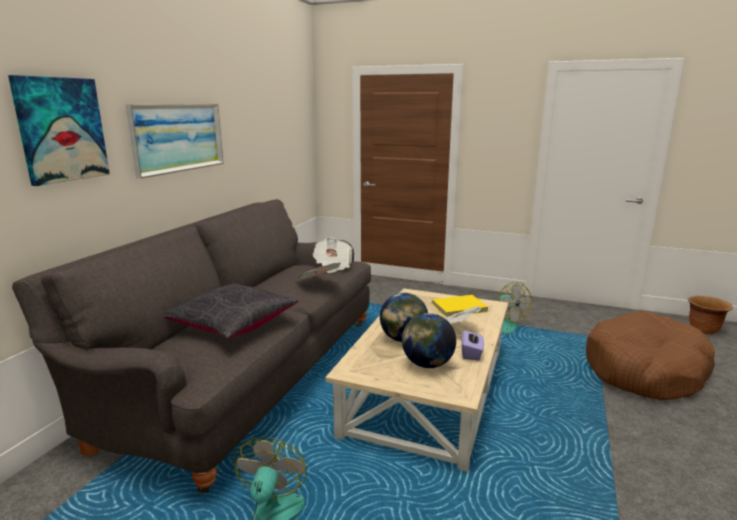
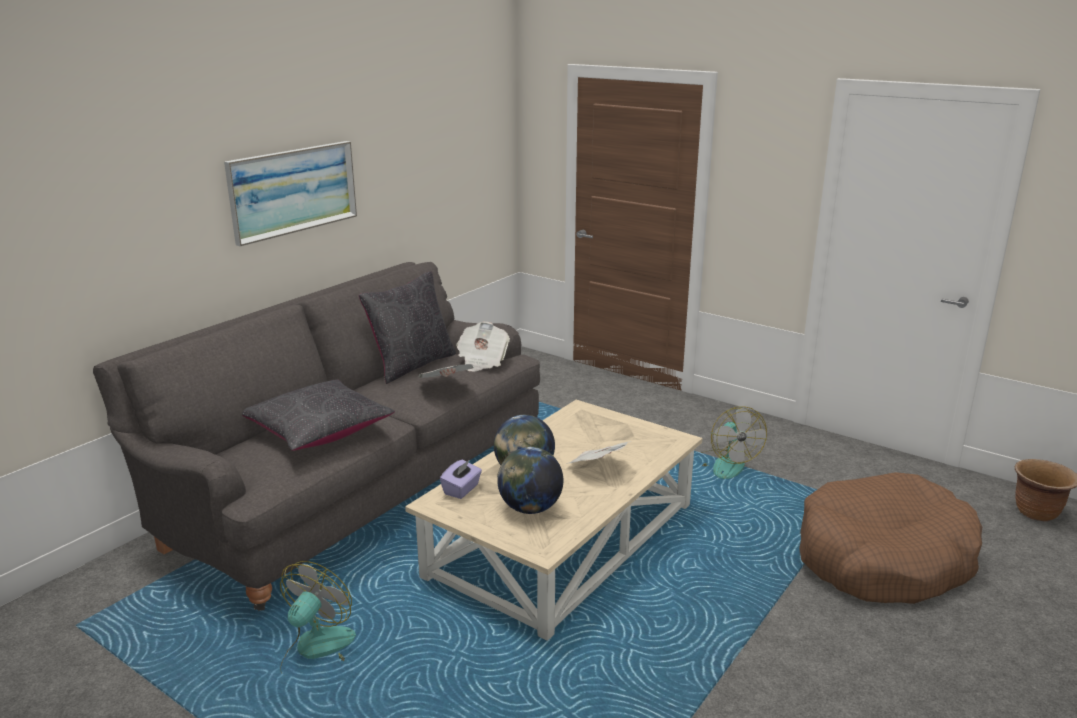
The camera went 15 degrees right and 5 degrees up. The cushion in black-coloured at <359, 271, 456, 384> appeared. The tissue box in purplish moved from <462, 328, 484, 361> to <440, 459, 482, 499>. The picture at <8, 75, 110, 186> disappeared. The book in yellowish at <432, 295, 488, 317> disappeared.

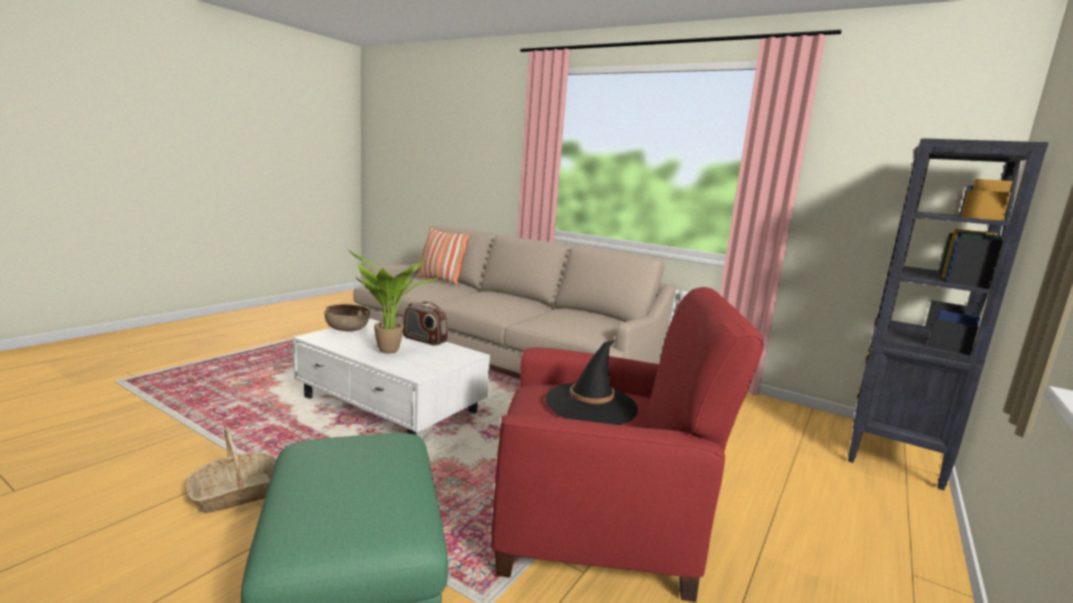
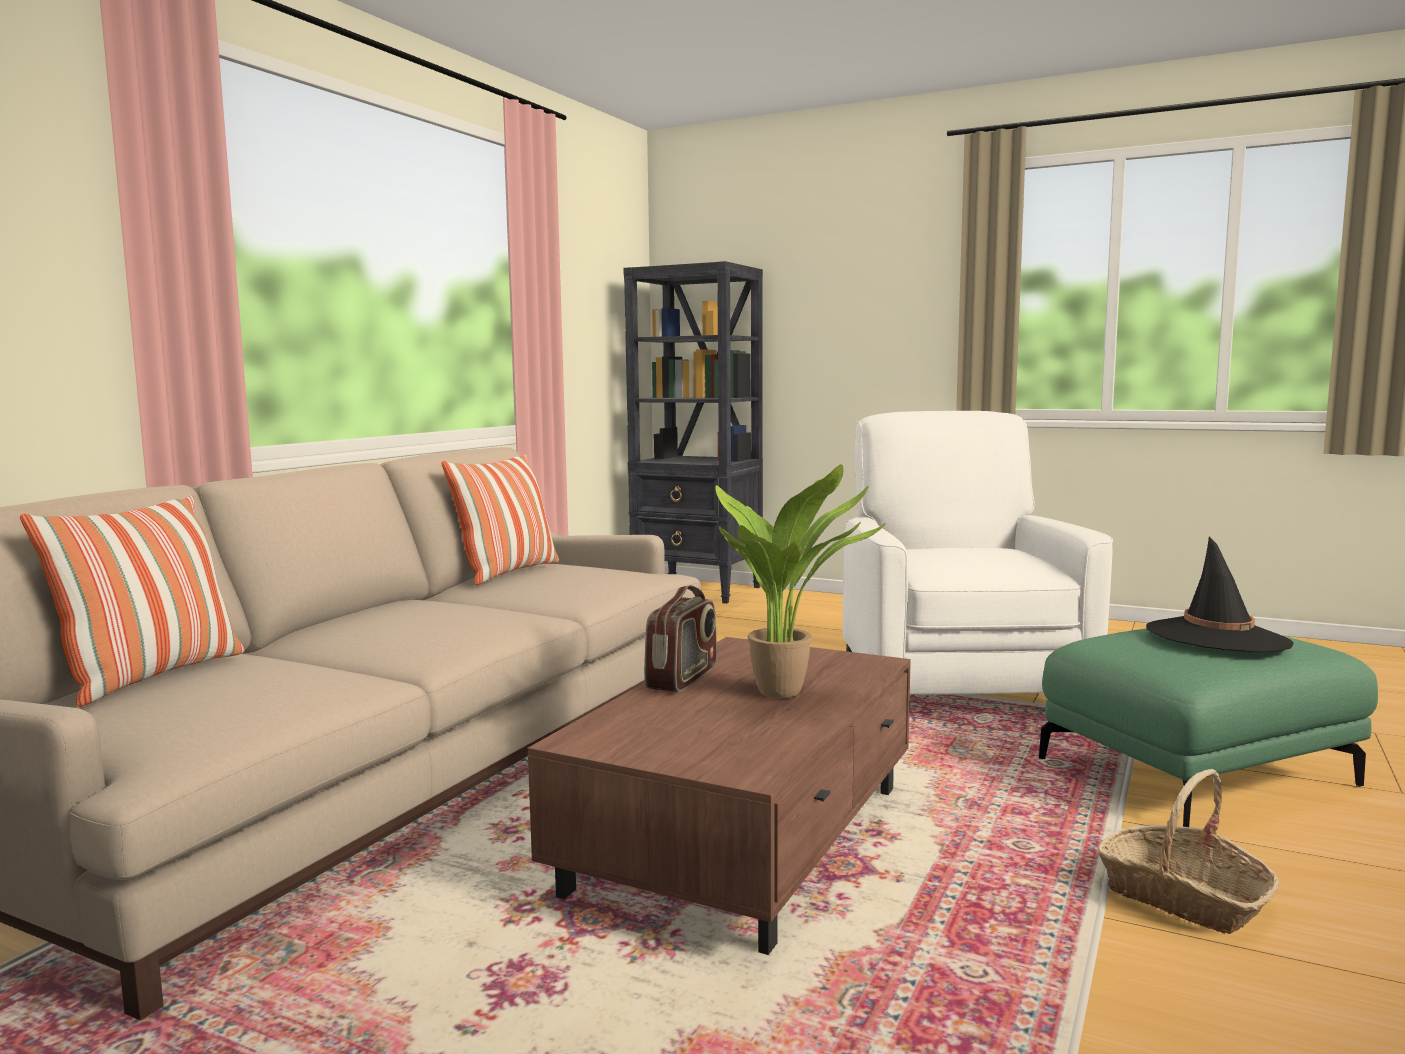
The camera went 95 degrees left and 5 degrees down. The cushion at <441, 454, 559, 585> appeared. The low table in white at <293, 319, 490, 435> became the low table in brown-coloured at <528, 637, 911, 955>. The armchair in red at <491, 287, 763, 602> became the armchair in white at <843, 411, 1113, 695>. The hat in black-coloured moved from <545, 340, 638, 425> to <1146, 536, 1294, 652>. The deep dish in brown-coloured at <324, 304, 370, 331> disappeared.

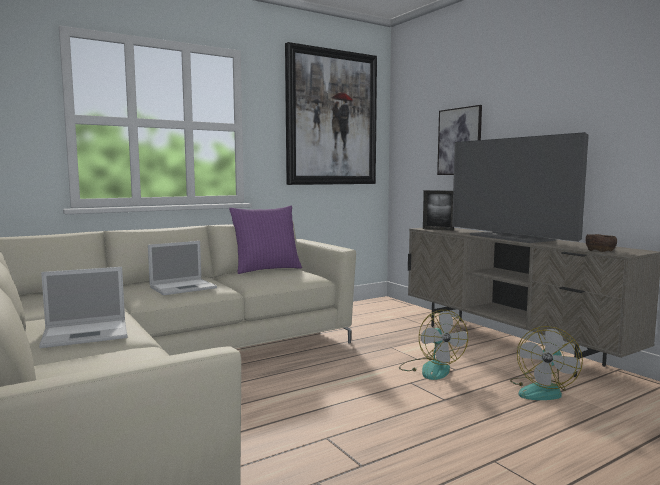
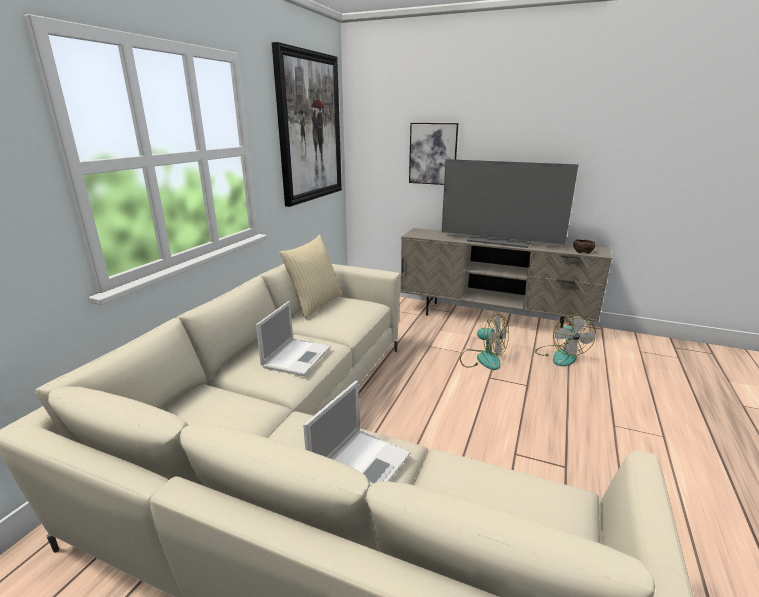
The camera went 35 degrees left and 15 degrees up. The cushion in purplish at <229, 206, 302, 274> became the cushion in sand-coloured at <279, 235, 343, 319>. The photo frame at <423, 190, 454, 231> disappeared.

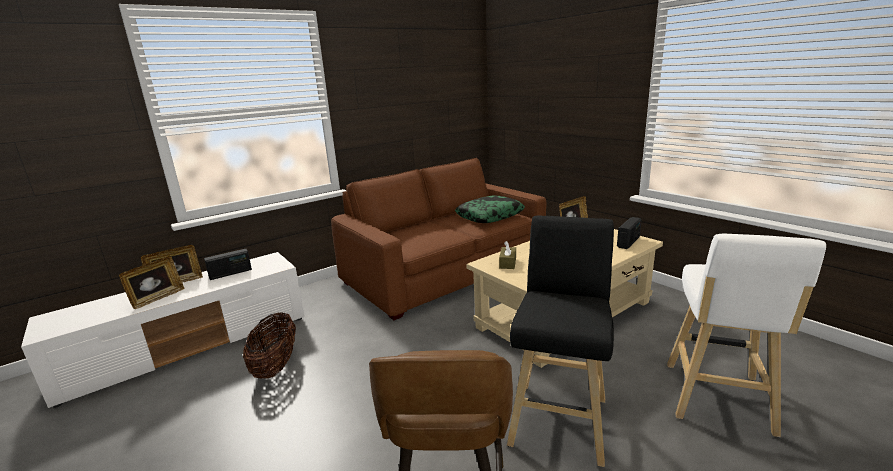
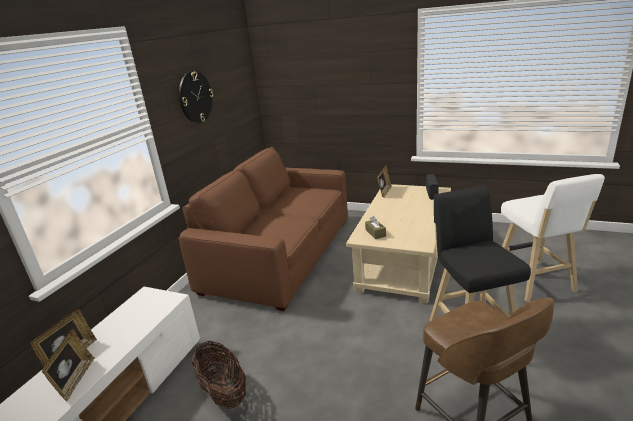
The camera went 30 degrees left and 5 degrees up. The clock on the wall at <179, 71, 213, 123> appeared. The radio receiver at <204, 249, 252, 280> disappeared. The cushion at <455, 195, 525, 223> disappeared.

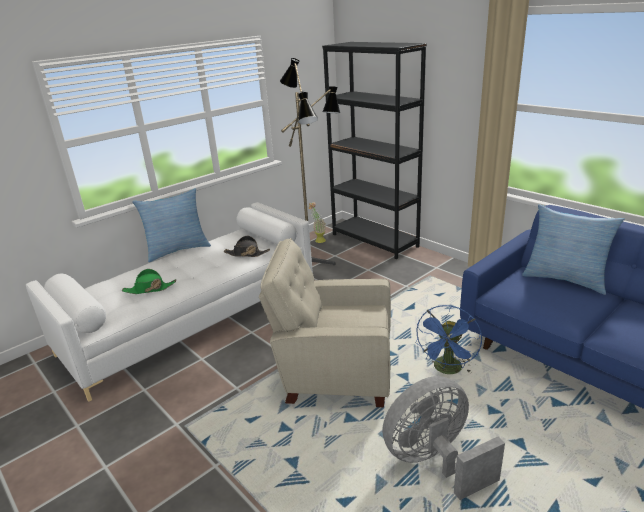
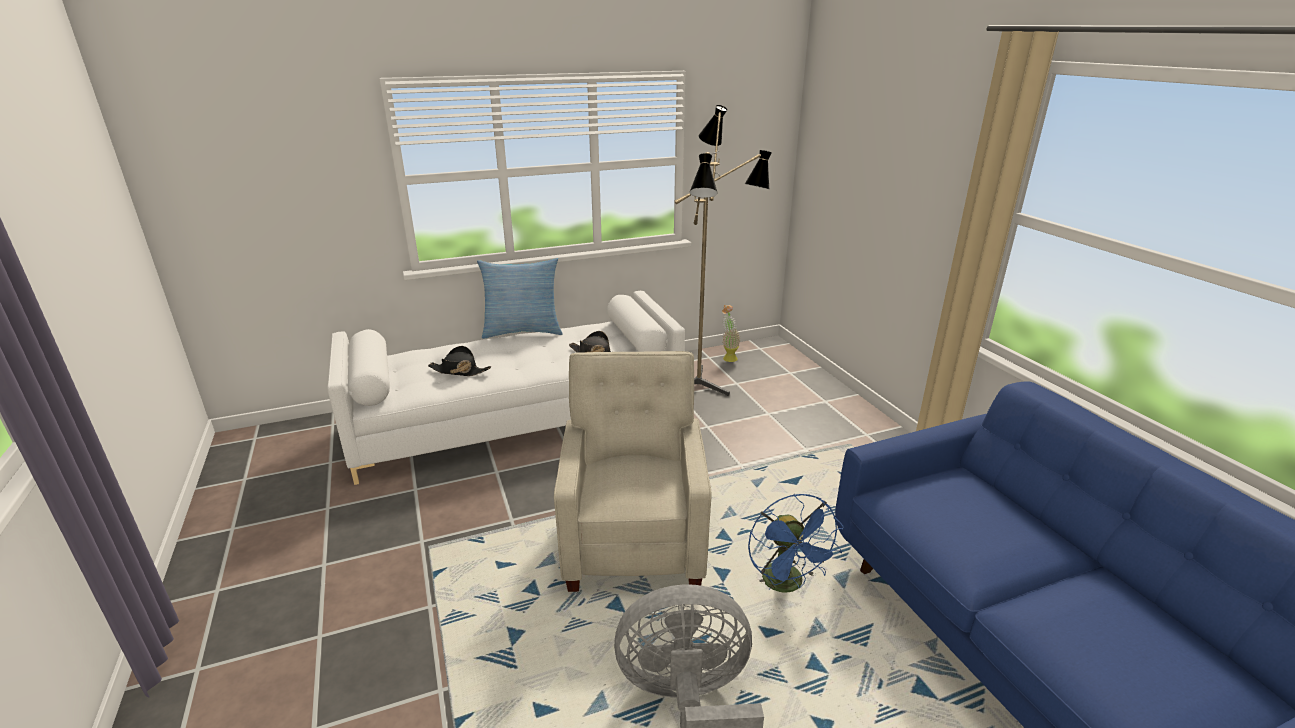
The camera went 20 degrees right and 0 degrees up. The hat in green at <122, 269, 176, 294> became the hat in black-coloured at <428, 346, 491, 376>. The armchair in sand-coloured at <259, 238, 391, 407> turned 60 degrees clockwise. The electric fan in blue-coloured at <415, 305, 482, 374> turned 60 degrees counterclockwise. The bookshelf in black-coloured at <322, 42, 427, 259> disappeared. The cushion at <522, 204, 625, 295> disappeared.

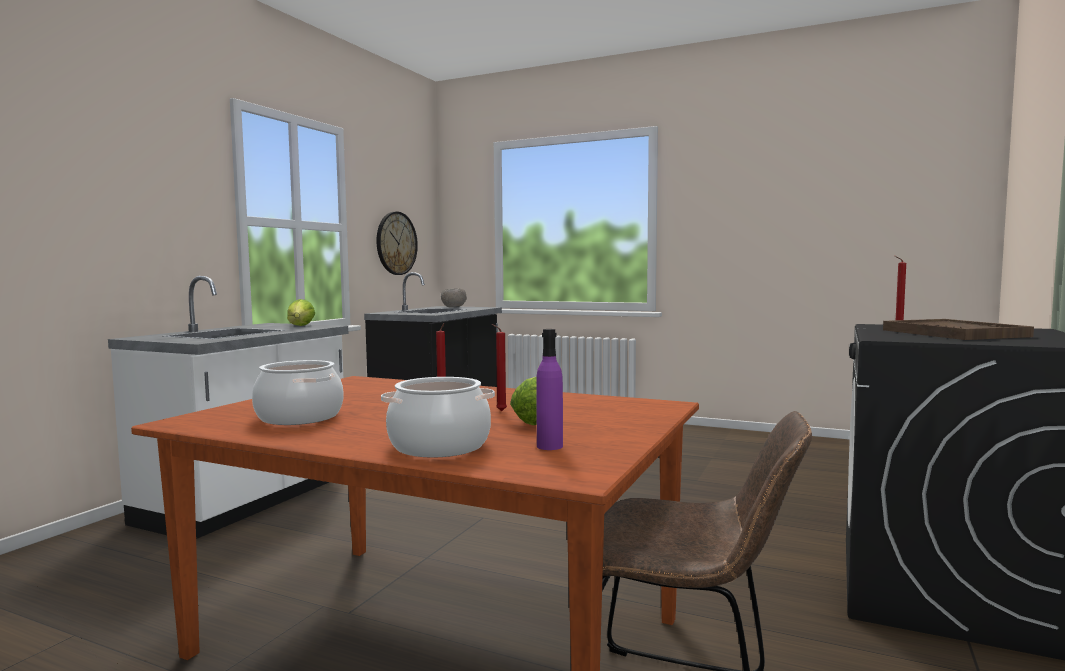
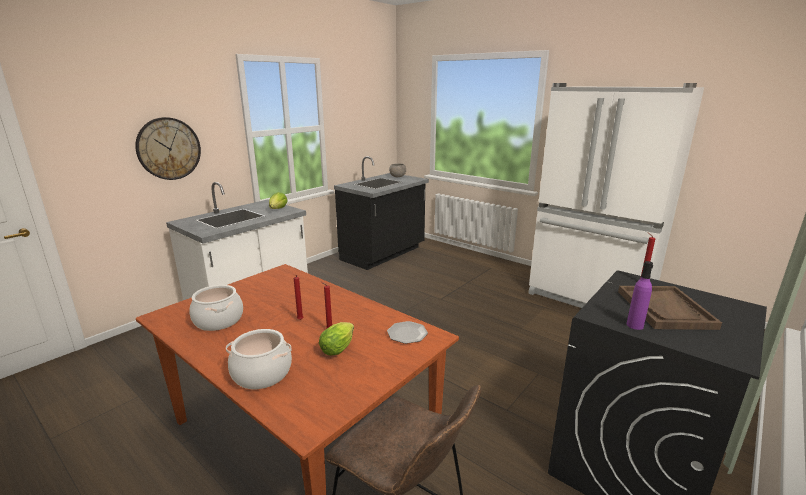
The camera went 15 degrees right and 15 degrees up. The clock on the wall moved from <376, 212, 418, 275> to <135, 117, 201, 180>. The dinner plate at <387, 321, 428, 344> appeared. The refrigerator in white at <528, 83, 704, 308> appeared. The beverage bottle in purplish moved from <536, 329, 563, 450> to <627, 261, 653, 330>.

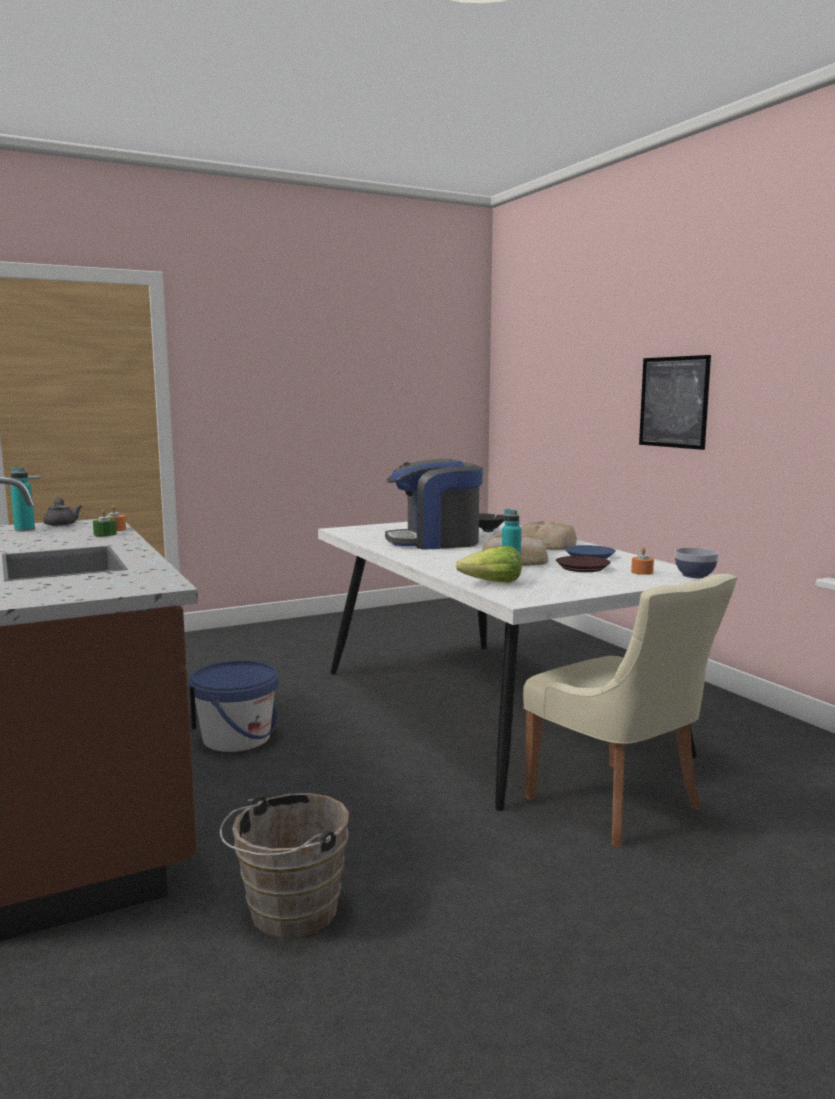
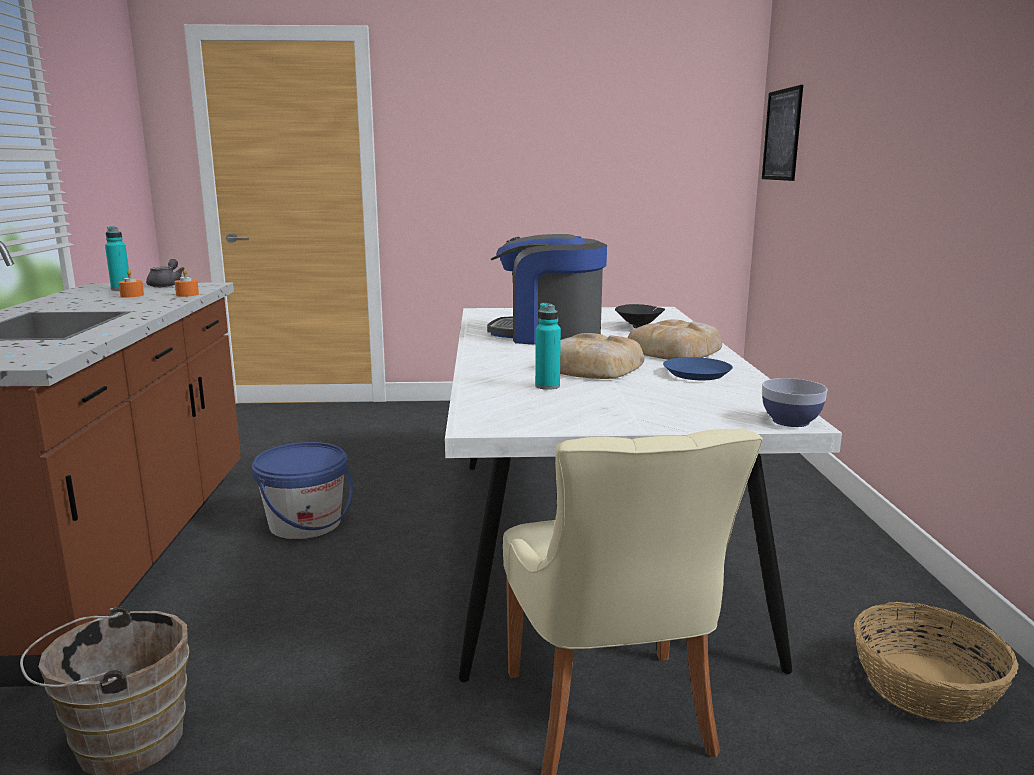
The camera went 25 degrees right and 5 degrees up. The wax candle in orange moved from <631, 547, 654, 575> to <118, 270, 144, 297>. The picture moved from <639, 355, 711, 450> to <762, 85, 803, 181>. The household basket at <854, 602, 1019, 723> appeared. The wax candle in green at <93, 509, 117, 536> disappeared. The head of lettuce at <456, 546, 522, 583> disappeared. The dinner plate in brown-coloured at <556, 556, 611, 572> disappeared.

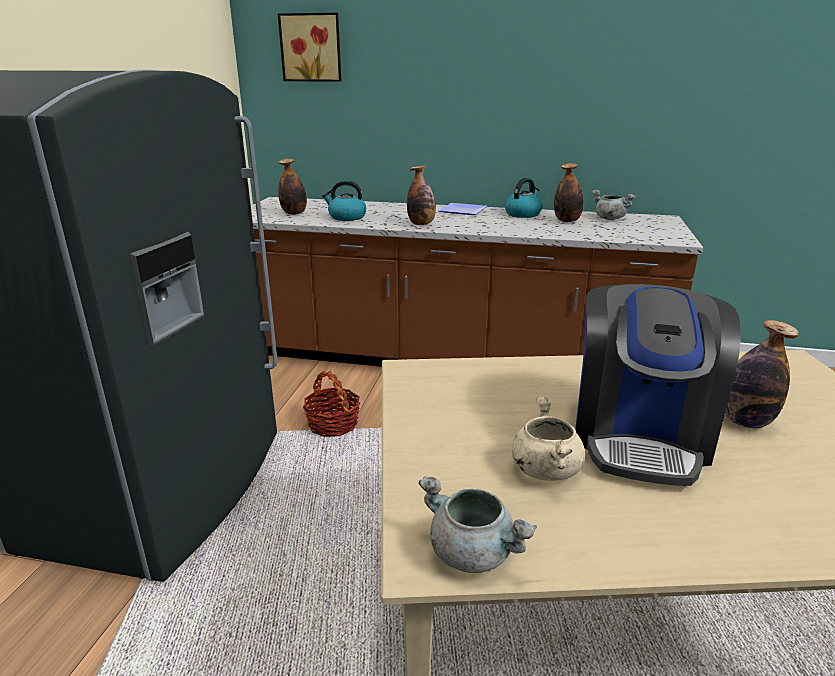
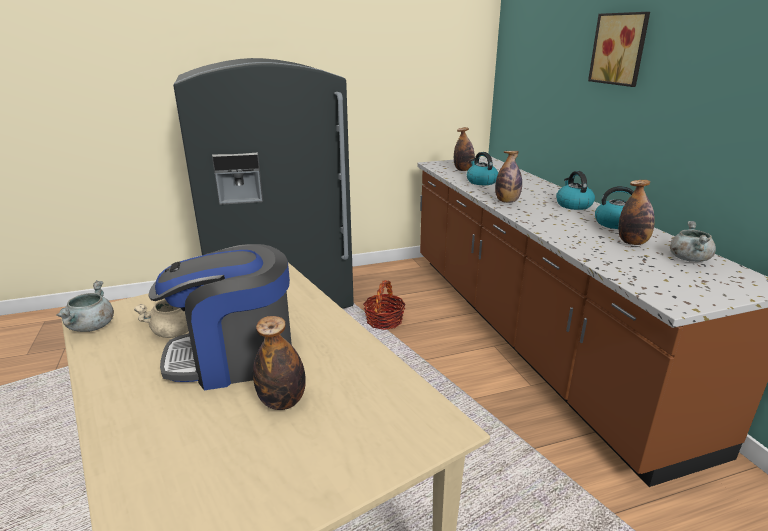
The camera went 60 degrees right and 0 degrees up. The dinner plate at <439, 203, 487, 215> was replaced by the water kettle at <556, 171, 595, 210>. The picture moved from <278, 13, 342, 82> to <588, 12, 650, 87>.

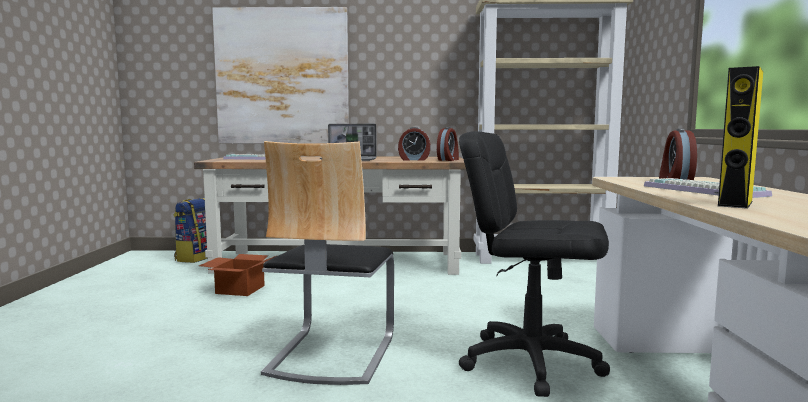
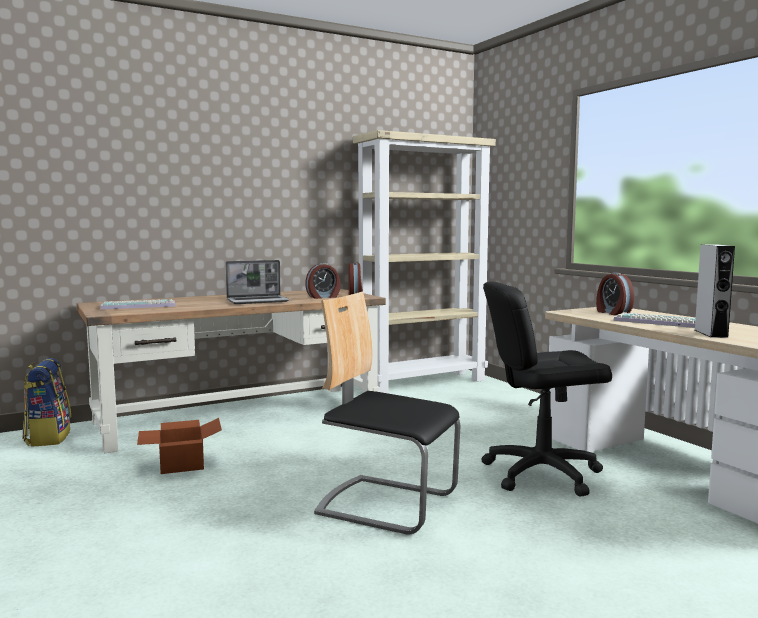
The camera went 30 degrees left and 0 degrees up. The upright chair at <261, 141, 394, 385> turned 135 degrees clockwise. The audio speaker in yellowish at <718, 66, 763, 209> became the audio speaker in gray at <695, 244, 735, 338>. The picture at <212, 7, 349, 143> disappeared.

